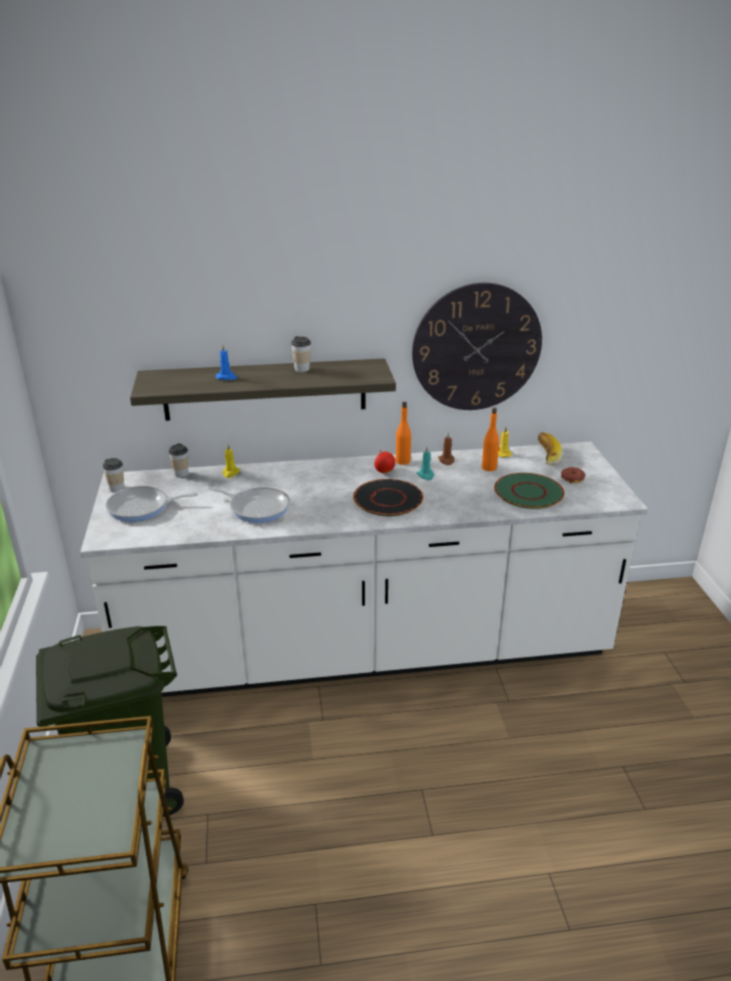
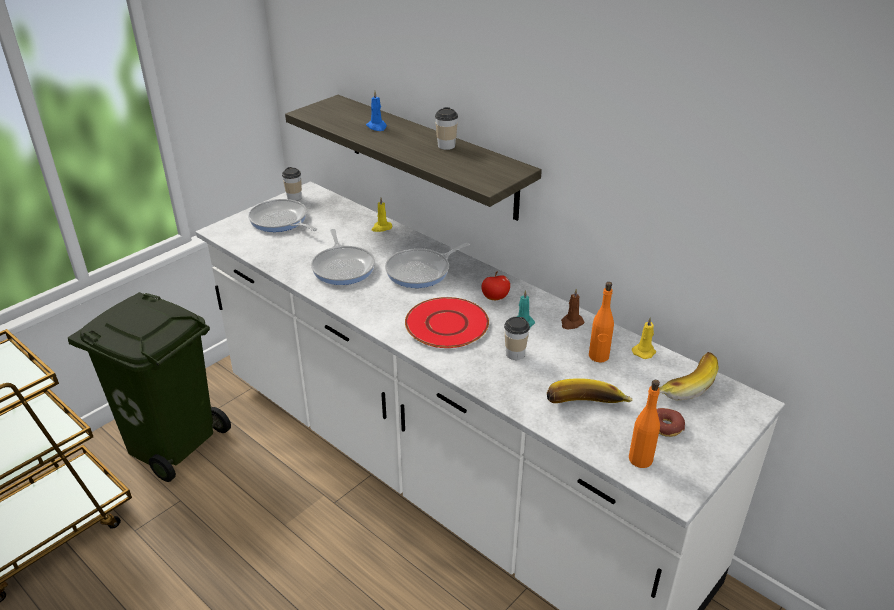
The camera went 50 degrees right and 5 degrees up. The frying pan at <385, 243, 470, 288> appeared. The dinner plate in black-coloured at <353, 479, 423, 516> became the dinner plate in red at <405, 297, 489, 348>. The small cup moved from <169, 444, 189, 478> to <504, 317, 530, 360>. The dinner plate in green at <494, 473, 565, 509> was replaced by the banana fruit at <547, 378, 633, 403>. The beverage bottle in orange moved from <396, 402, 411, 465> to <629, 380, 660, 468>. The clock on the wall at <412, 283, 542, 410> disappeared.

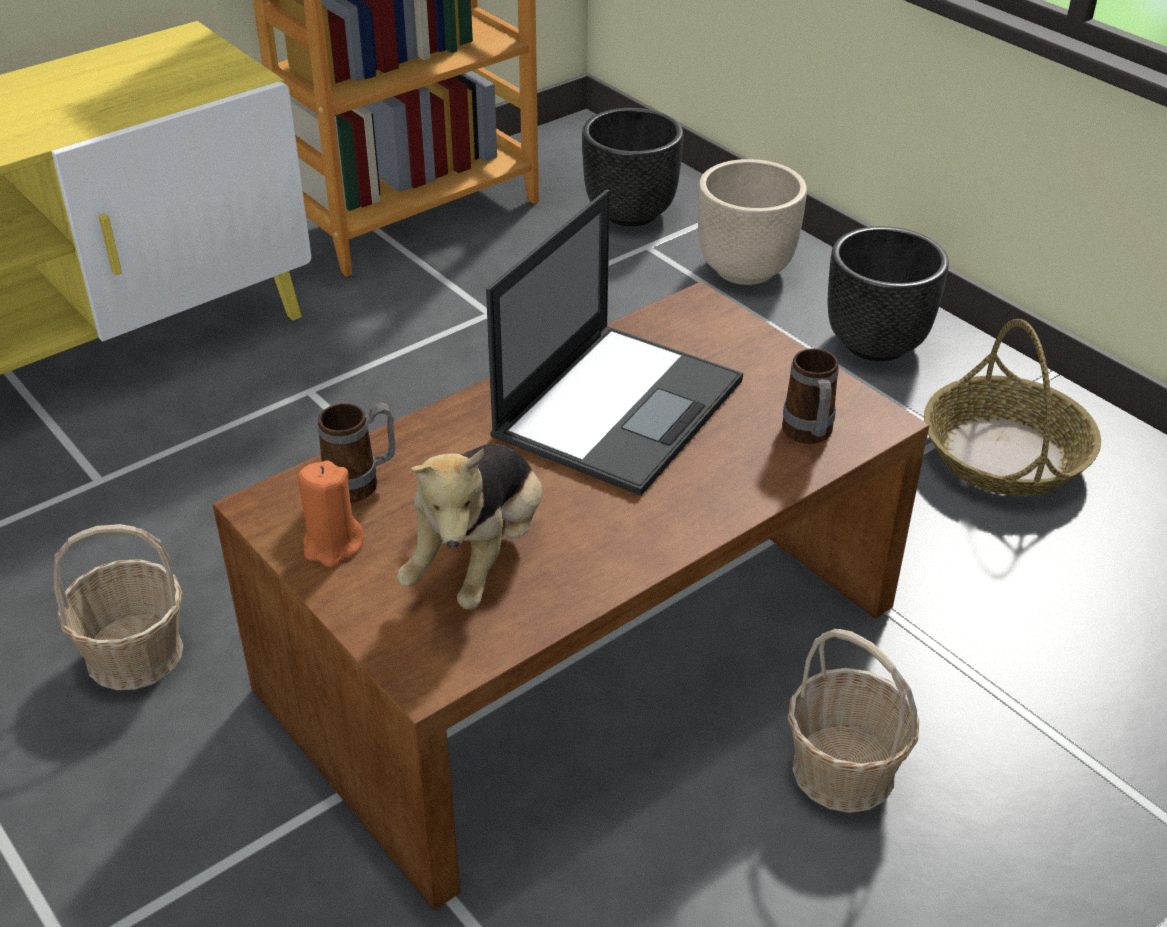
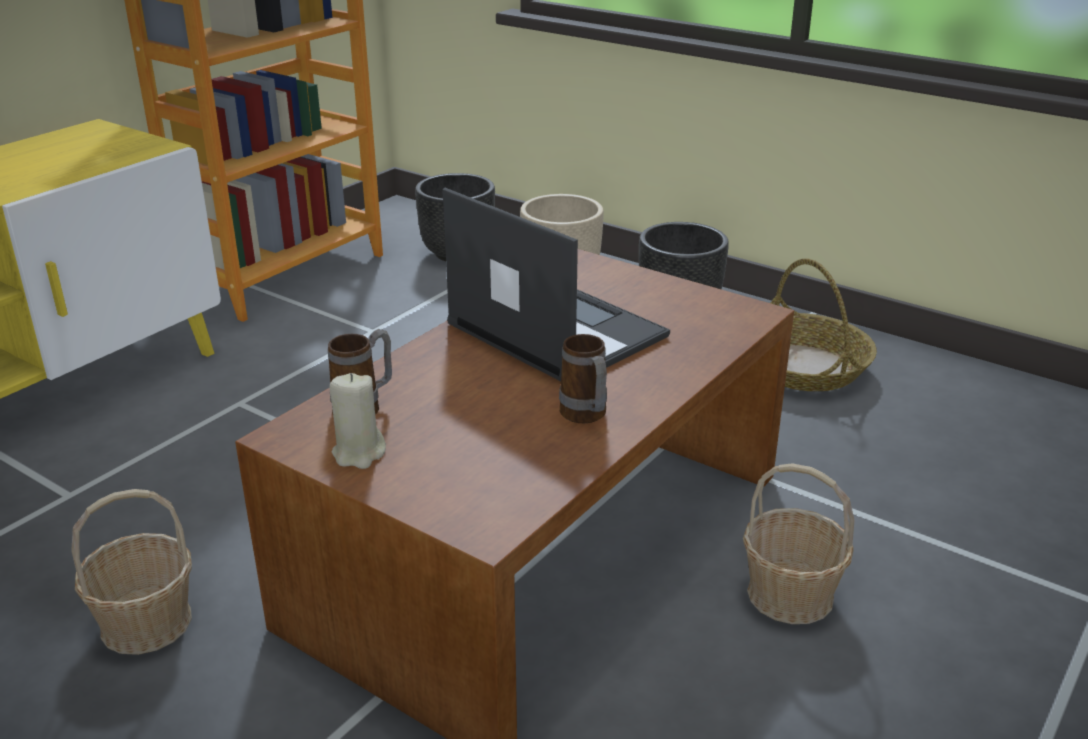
The camera went 15 degrees left and 10 degrees down. The wax candle in orange at <297, 460, 364, 568> became the wax candle in sand-coloured at <329, 373, 386, 469>. The notebook computer at <486, 190, 743, 496> turned 60 degrees counterclockwise. The tea mug moved from <782, 348, 839, 444> to <559, 334, 607, 423>. The soft toy at <397, 444, 543, 610> disappeared.

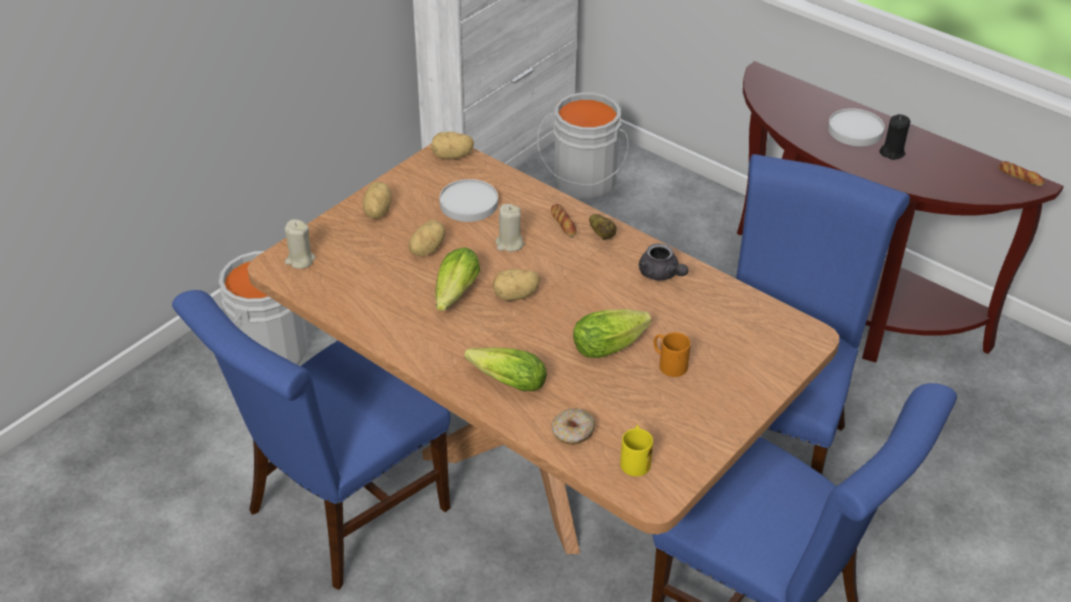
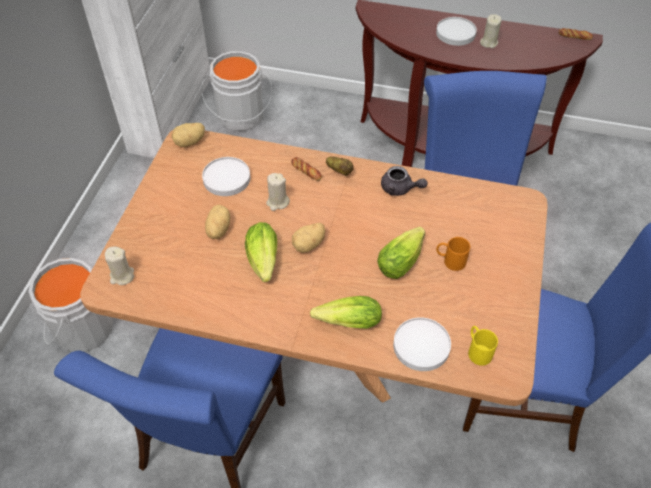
The camera went 25 degrees left and 10 degrees up. The donut at <552, 408, 595, 445> was replaced by the dinner plate in white at <393, 317, 451, 371>. The wax candle in black-coloured at <879, 114, 910, 160> became the wax candle in sand-coloured at <480, 14, 501, 48>. The whole potato at <363, 182, 391, 219> disappeared.

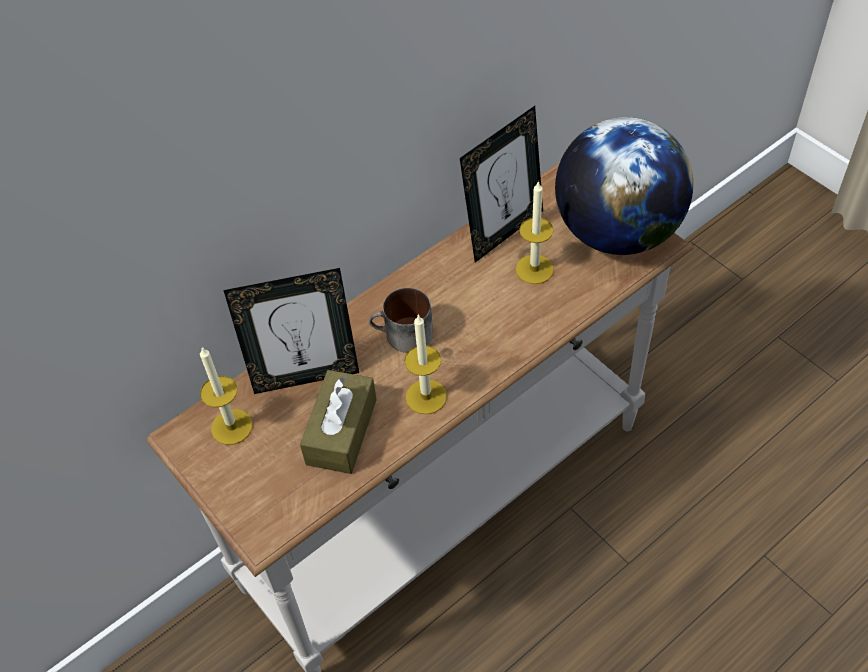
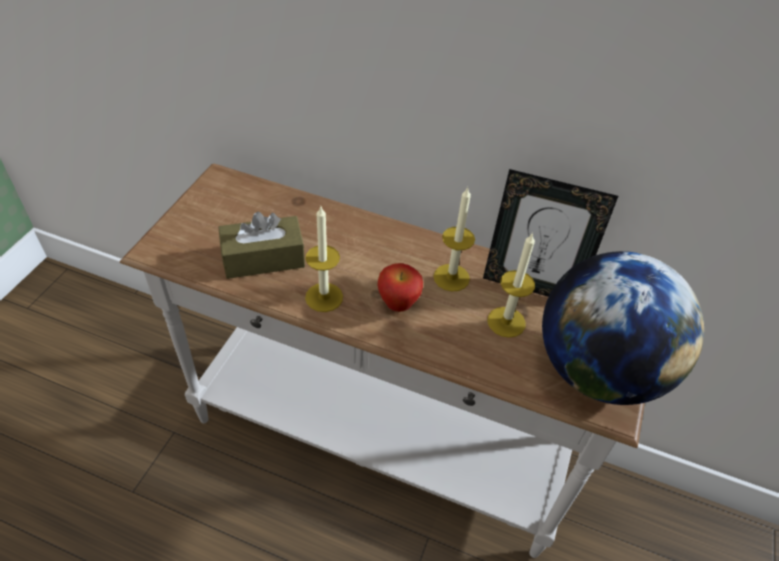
The camera went 55 degrees right and 5 degrees down. The whole apple at <377, 263, 423, 312> appeared. The wax candle moved from <200, 347, 253, 445> to <434, 187, 475, 291>. The photo frame at <223, 268, 359, 394> disappeared. The tea mug at <368, 288, 433, 353> disappeared.

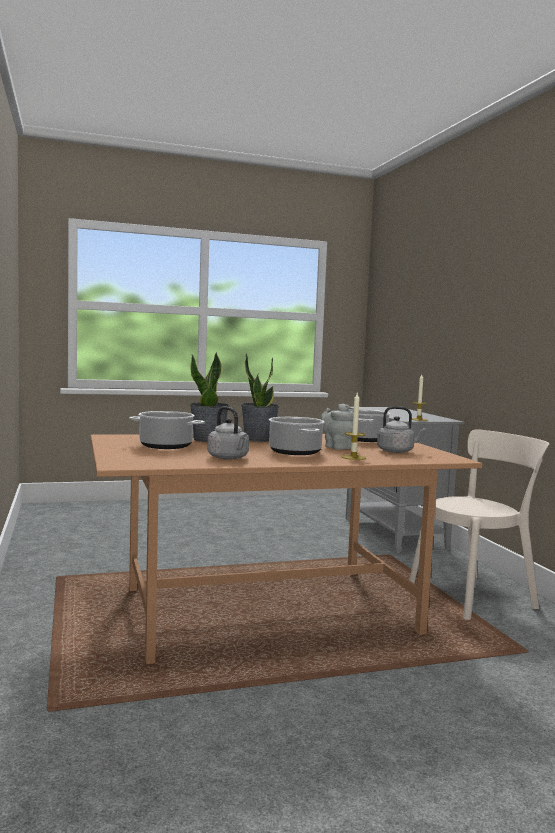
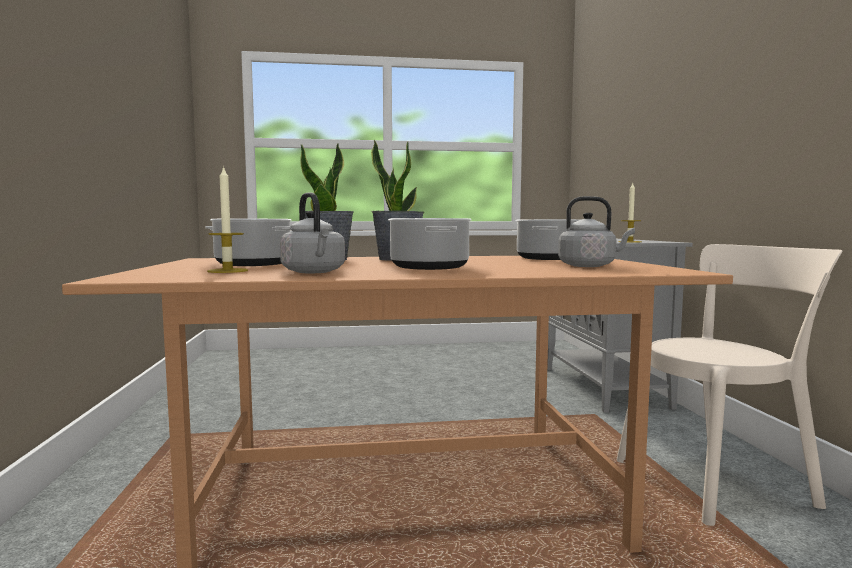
The camera went 10 degrees right and 0 degrees up. The wax candle moved from <341, 393, 366, 460> to <207, 165, 248, 273>. The pot for tea in gray at <321, 403, 354, 450> disappeared.

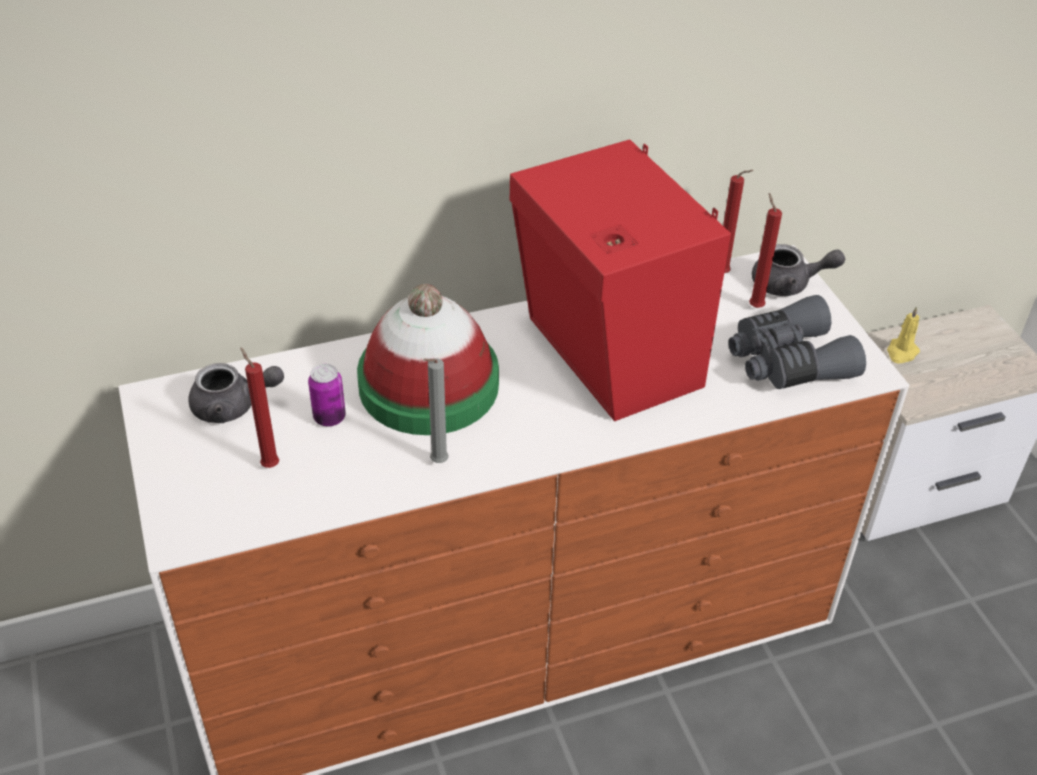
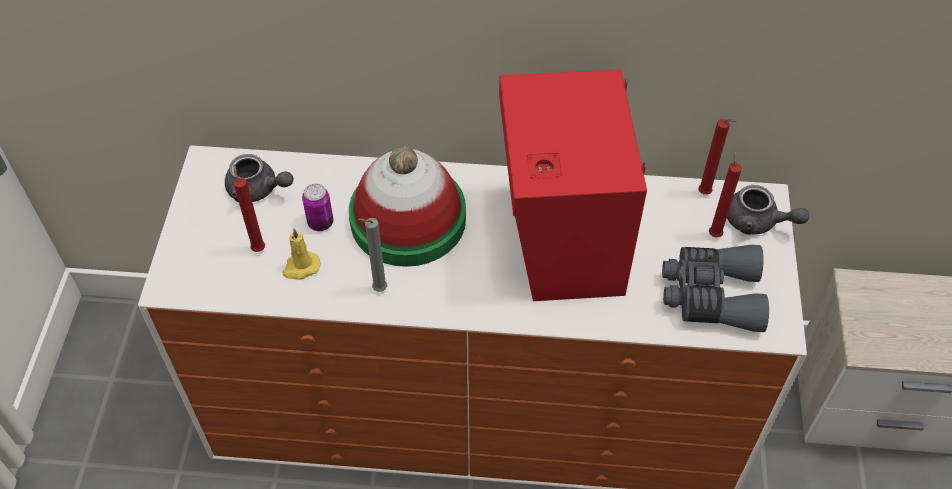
The camera went 25 degrees right and 10 degrees up. The wax candle in yellowish moved from <887, 306, 920, 364> to <283, 229, 321, 280>.

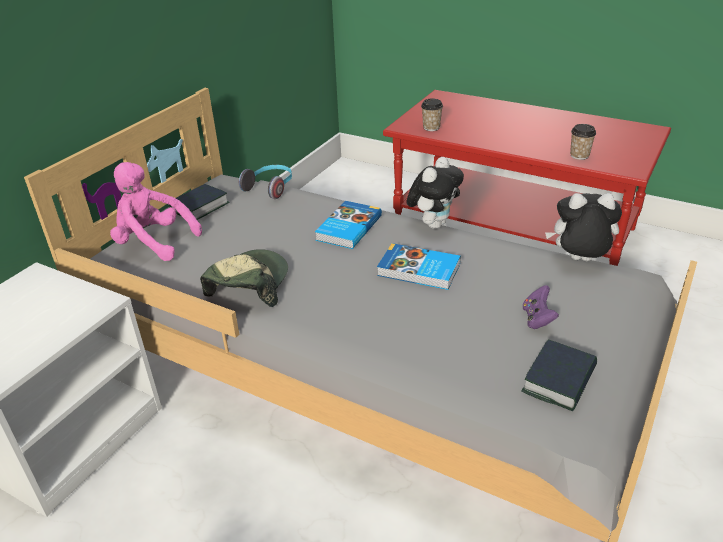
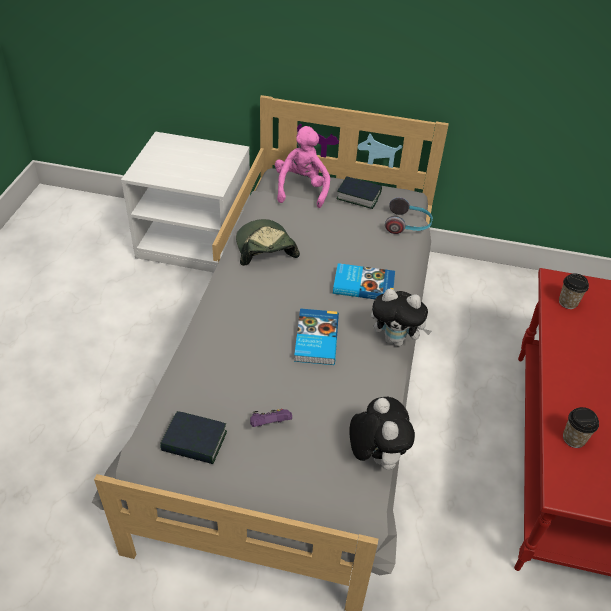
The camera went 70 degrees right and 10 degrees up. The cap at <200, 249, 288, 307> turned 105 degrees counterclockwise.

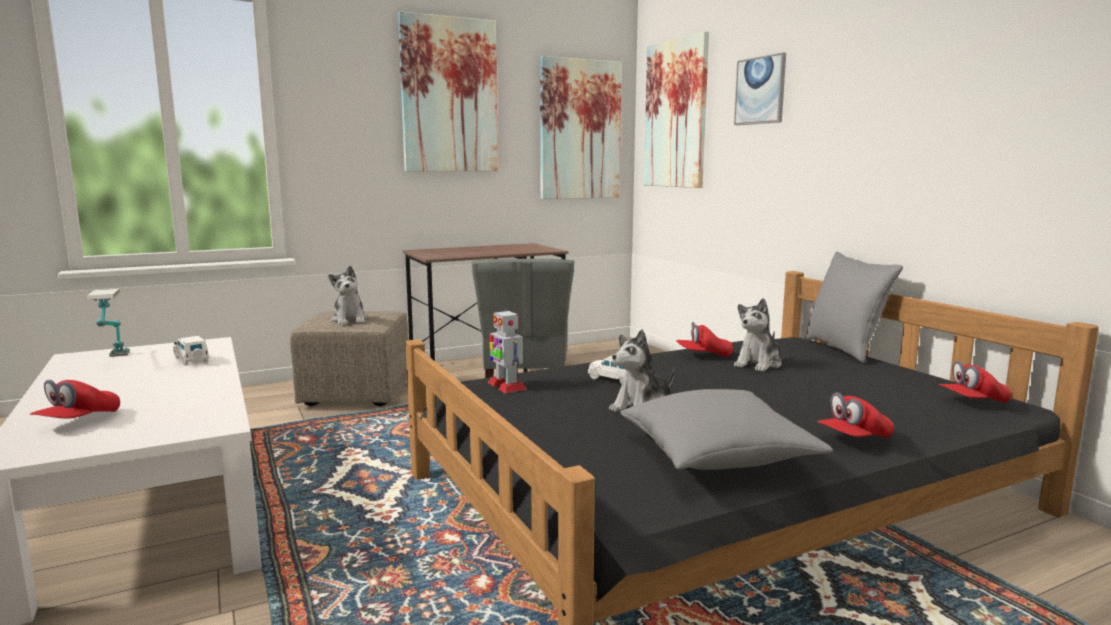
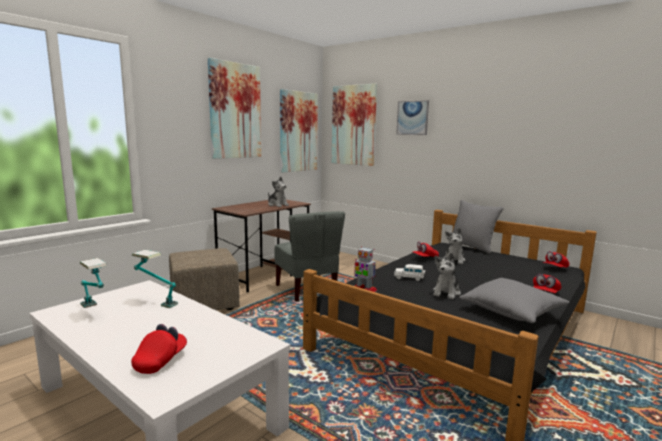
The camera went 25 degrees left and 0 degrees up. The model car in white at <173, 336, 209, 366> was replaced by the tabletop lamp at <131, 250, 178, 308>. The cap in red at <30, 380, 120, 419> turned 150 degrees counterclockwise. The soft toy moved from <328, 266, 367, 325> to <268, 177, 289, 207>.

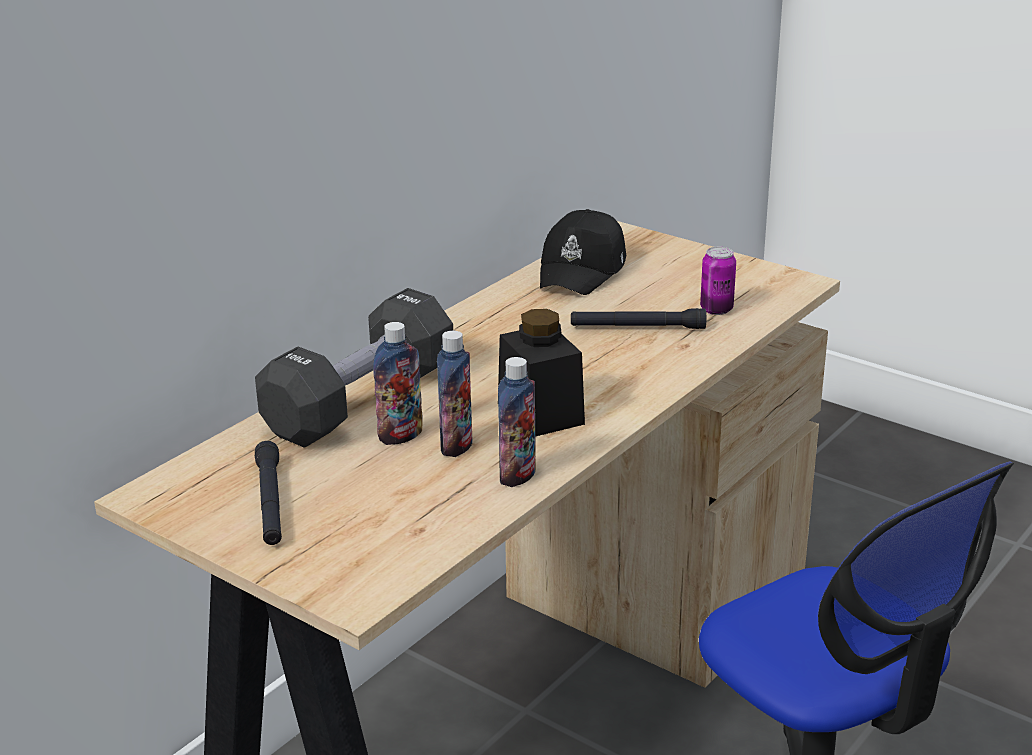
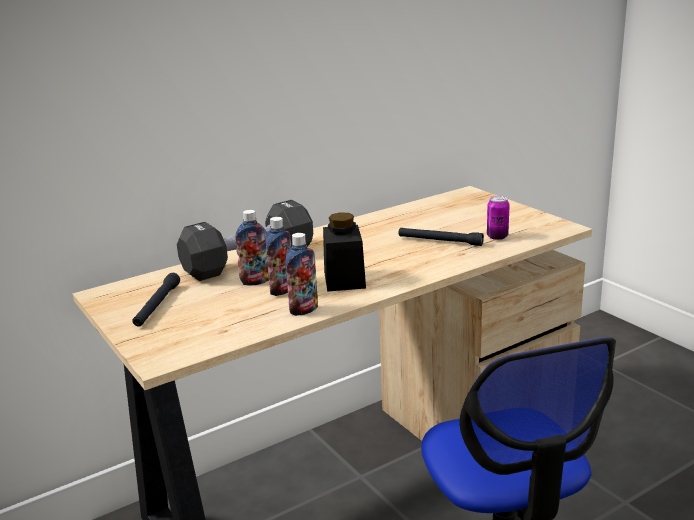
The camera went 20 degrees right and 5 degrees down. The cap in black-coloured at <540, 209, 626, 295> disappeared.

